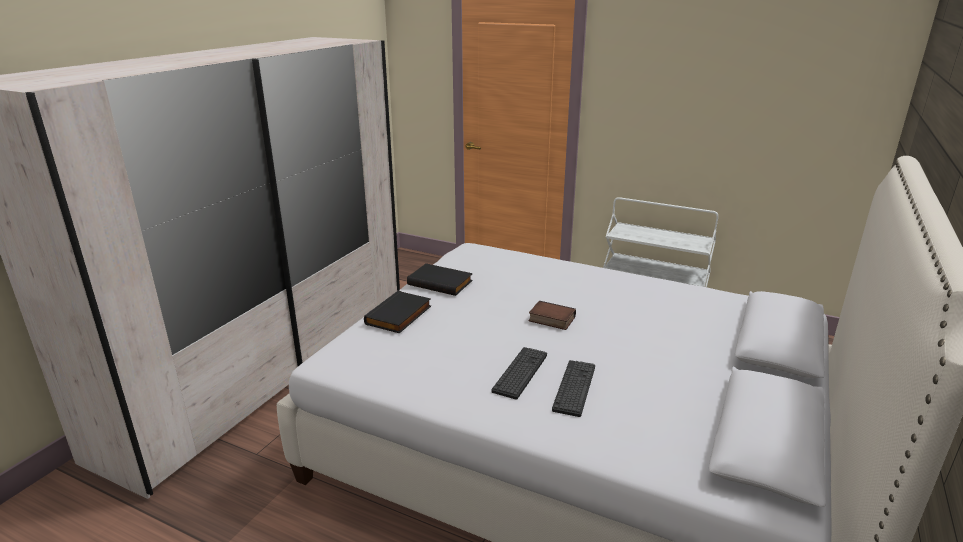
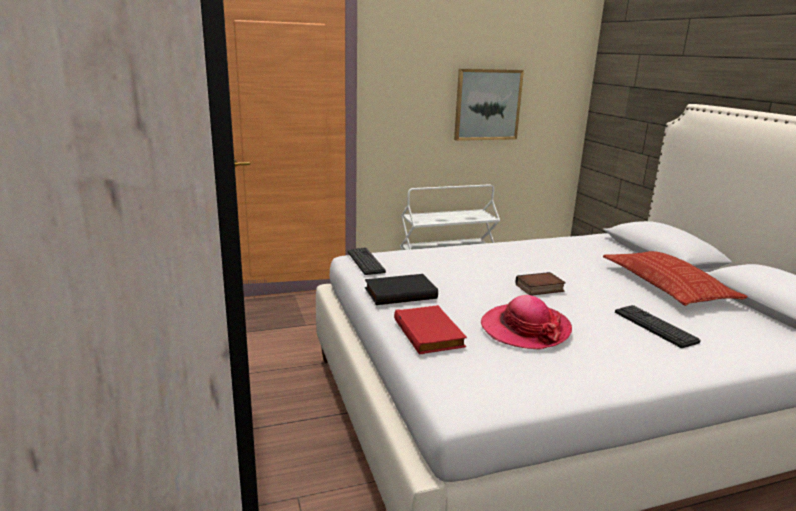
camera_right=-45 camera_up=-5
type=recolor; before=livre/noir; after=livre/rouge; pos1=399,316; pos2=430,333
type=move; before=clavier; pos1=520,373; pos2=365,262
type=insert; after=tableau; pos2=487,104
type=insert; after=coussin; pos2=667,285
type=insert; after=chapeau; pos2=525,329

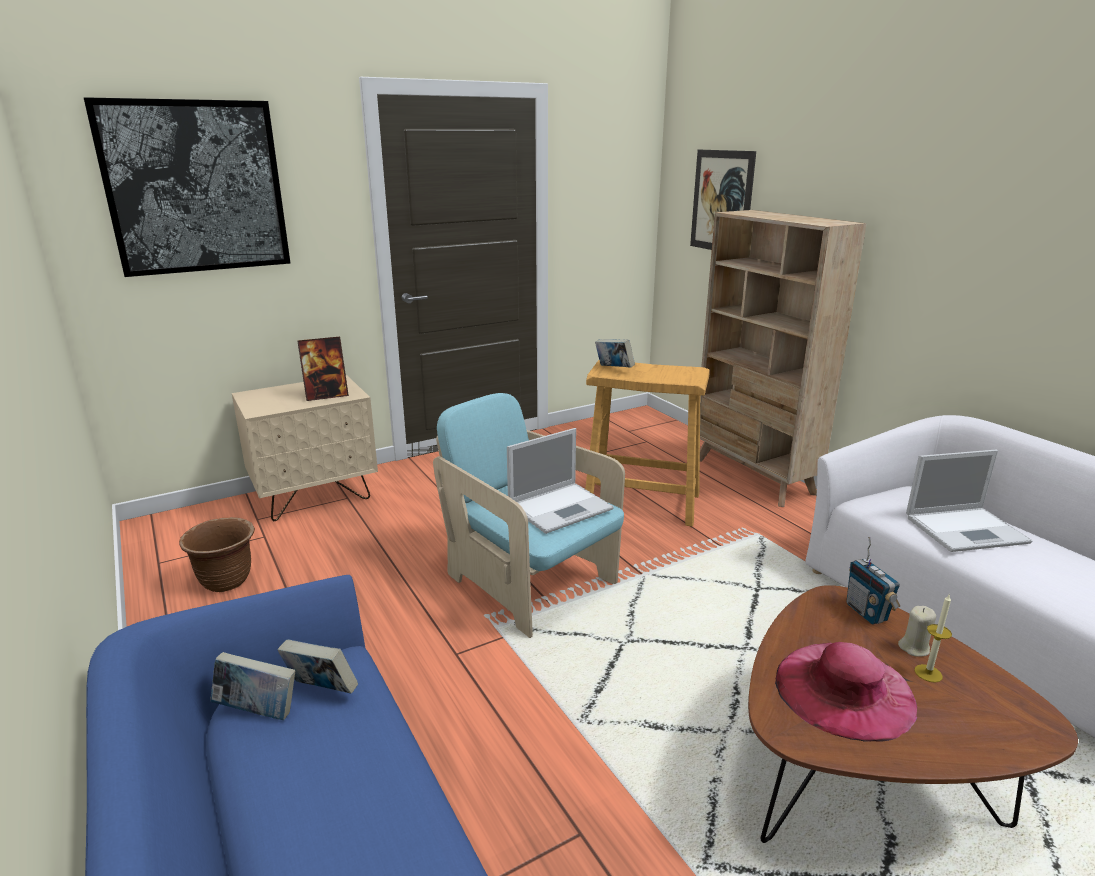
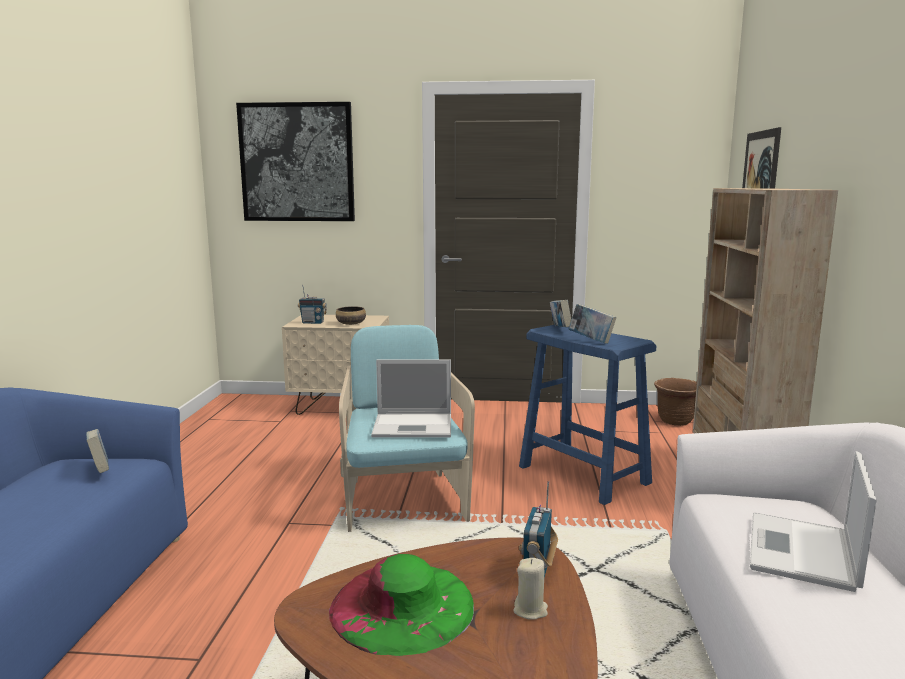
camera_right=35 camera_up=-10
type=replace; before=cadre photo; after=bol; pos1=326,396; pos2=351,323
type=recolor; before=tabouret/beige; after=tabouret/bleu; pos1=643,502; pos2=584,475
type=rotate; before=ordinateur portable; pos1=967,529; pos2=803,553; turn=90
type=move; before=cache-pot/marron; pos1=227,581; pos2=676,421
type=delete; before=bougie; pos1=928,673
type=recolor; before=chapeau/rose; after=chapeau/vert; pos1=844,689; pos2=402,606
type=move; before=livre; pos1=258,711; pos2=591,340
type=insert; after=radio; pos2=313,322

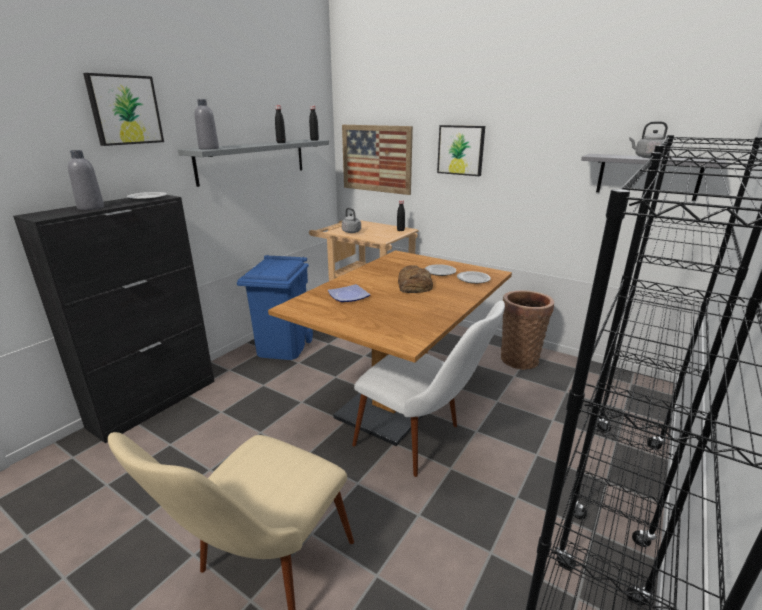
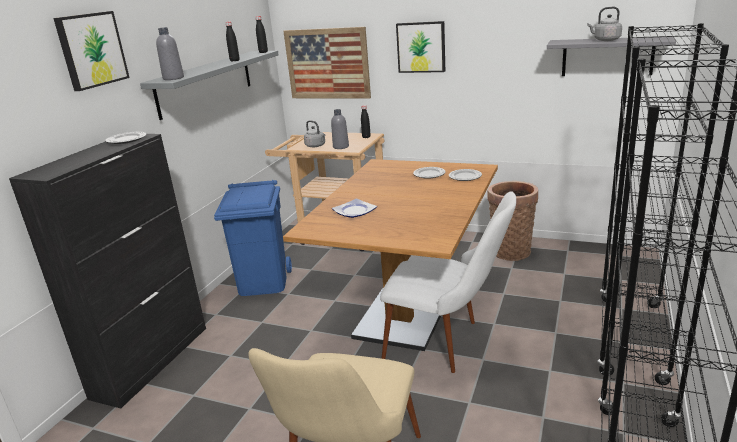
camera_right=-10 camera_up=0
type=move; before=bouteille/gris; pos1=91,208; pos2=341,147
type=delete; before=pain; pos1=414,285

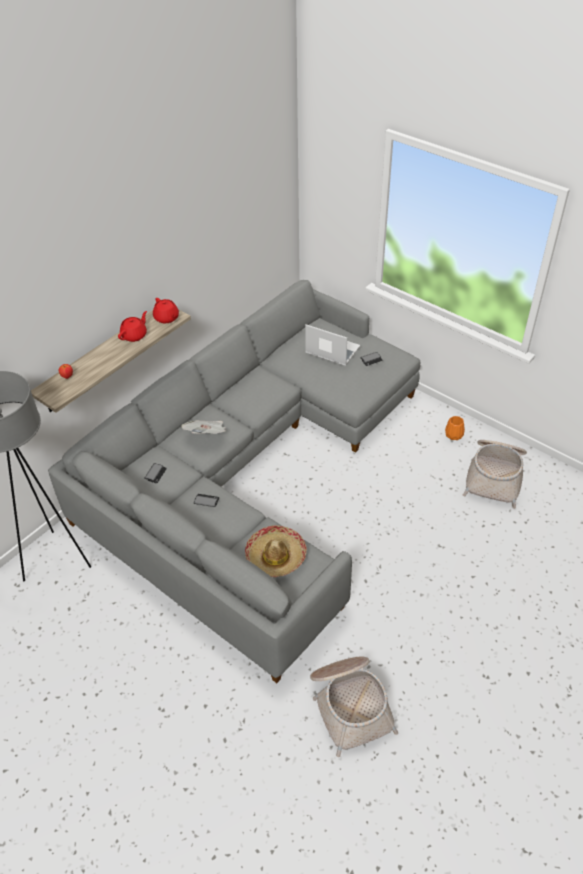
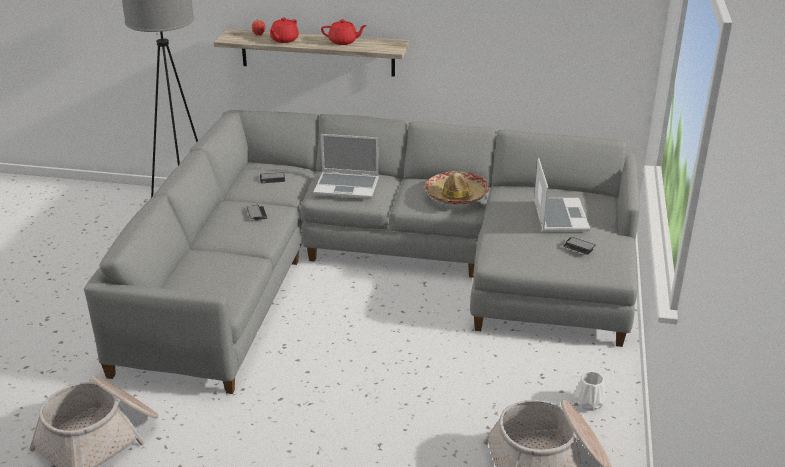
camera_right=60 camera_up=-15
type=move; before=théière/rouge; pos1=166,318; pos2=284,40
type=recolor; before=vase/orange; after=vase/blanc; pos1=454,435; pos2=589,403
type=replace; before=journal; after=ordinateur portable; pos1=206,435; pos2=347,186
type=move; before=chapeau; pos1=276,556; pos2=456,195

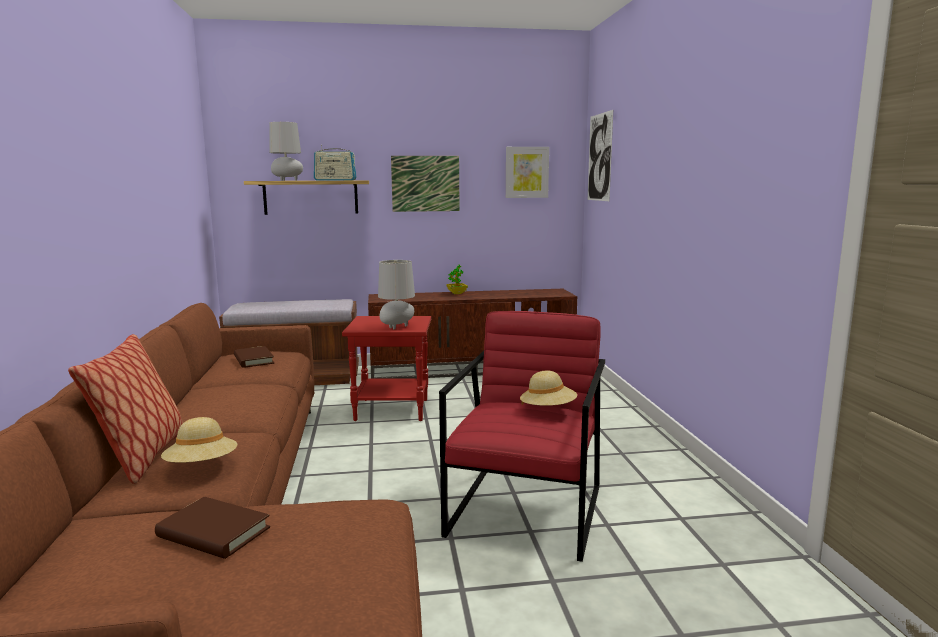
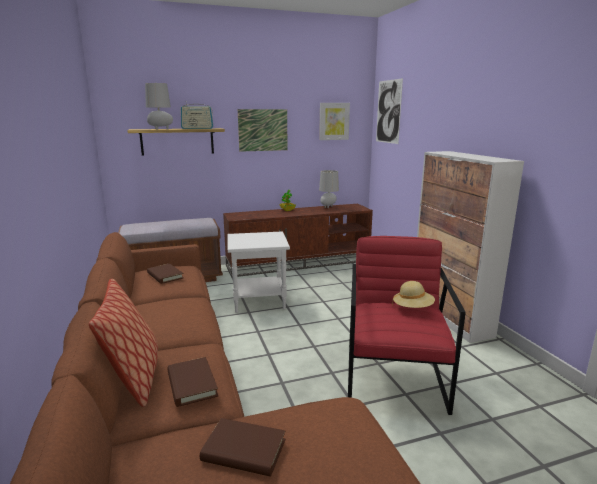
camera_right=-10 camera_up=5
type=move; before=lampe de table/gris; pos1=397,327; pos2=328,207
type=recolor; before=table d'appoint/rouge; after=table d'appoint/blanc; pos1=393,409; pos2=259,301
type=replace; before=chapeau/beige; after=livre/marron; pos1=202,466; pos2=192,384
type=insert; after=meuble de rangement; pos2=450,317

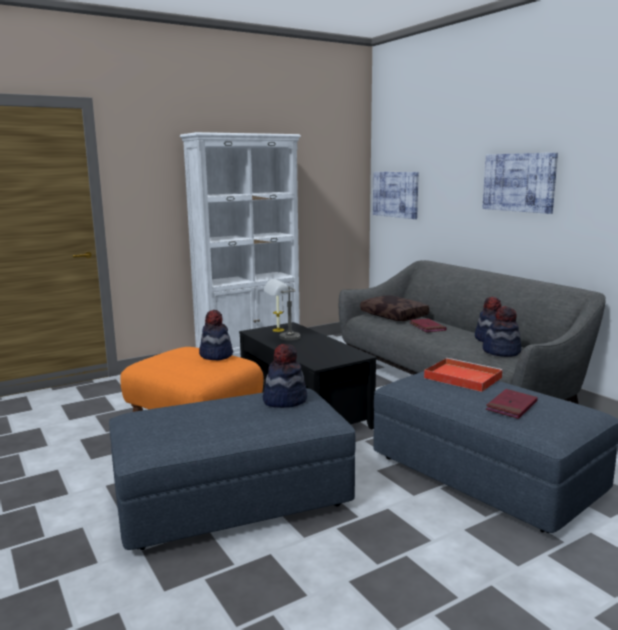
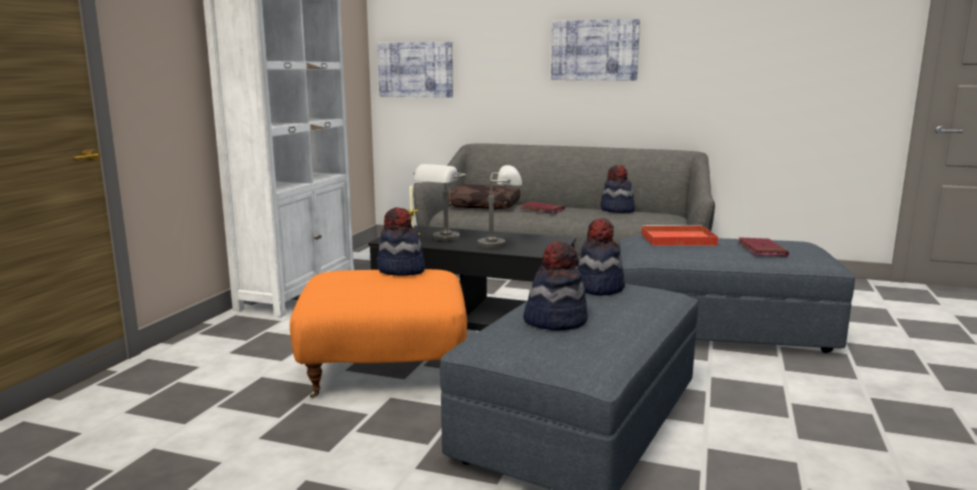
camera_right=-40 camera_up=0
type=move; before=chapeau; pos1=501,351; pos2=555,320
type=insert; after=lampe de table/gris; pos2=501,244

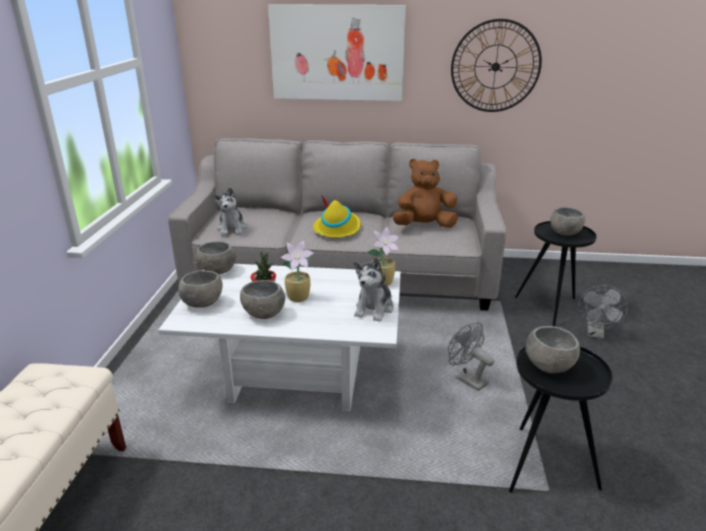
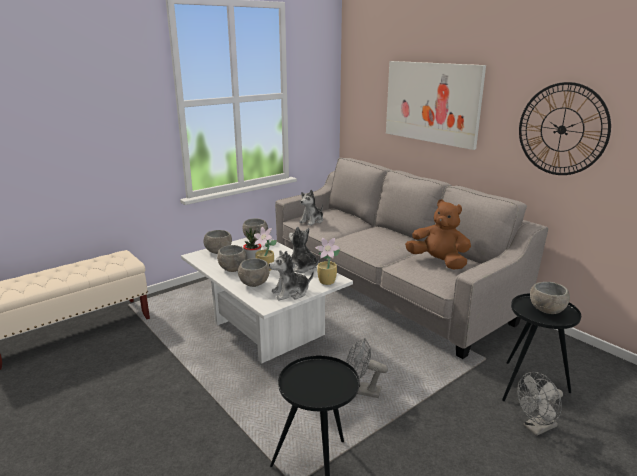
camera_right=45 camera_up=-5
type=delete; before=chapeau/jaune; pos1=337,228
type=rotate; before=ventilateur/gris; pos1=466,379; pos2=362,391; turn=-75
type=move; before=bol/gris; pos1=548,366; pos2=254,284
type=insert; after=peluche; pos2=302,267

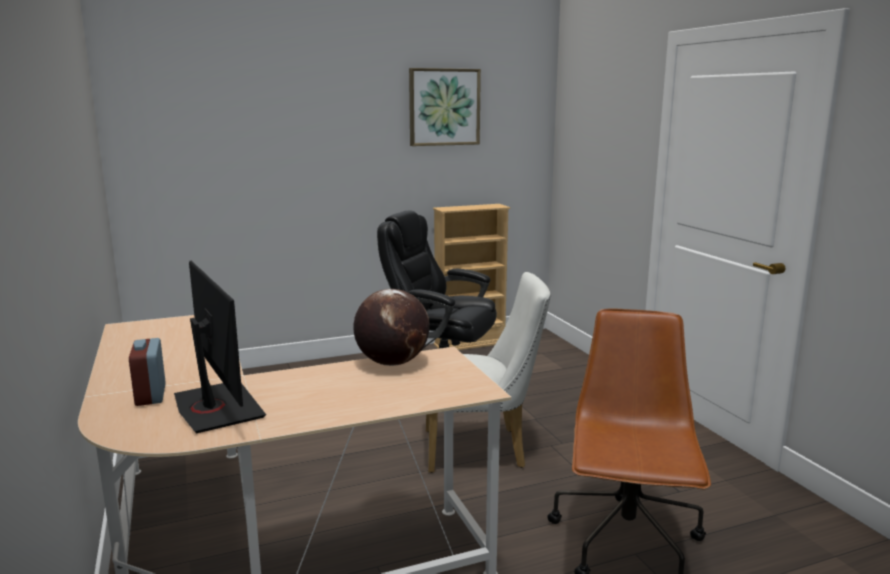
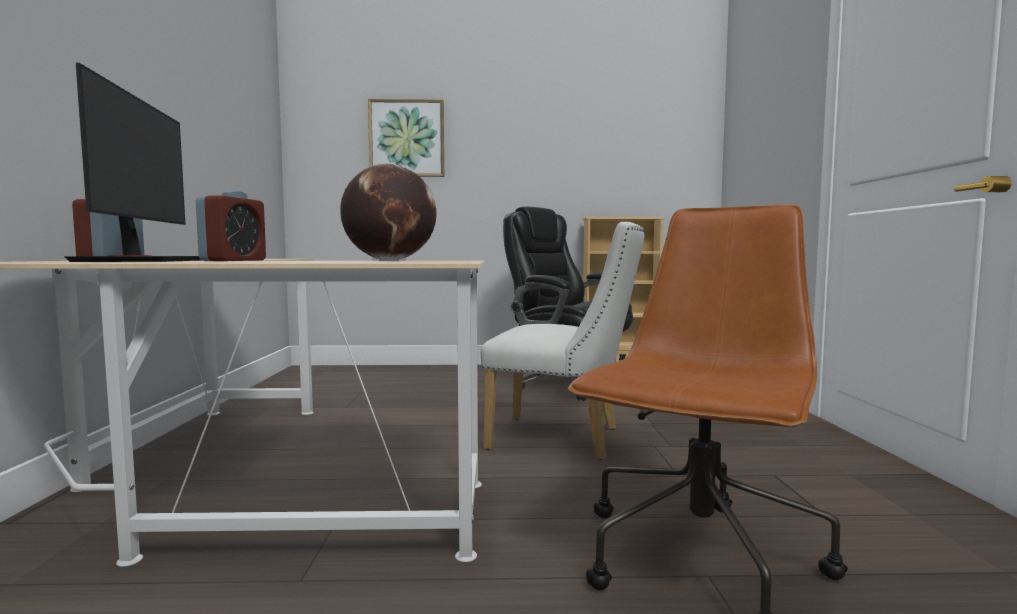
camera_right=20 camera_up=-10
type=move; before=tableau; pos1=444,107; pos2=407,139
type=insert; after=réveil; pos2=234,260

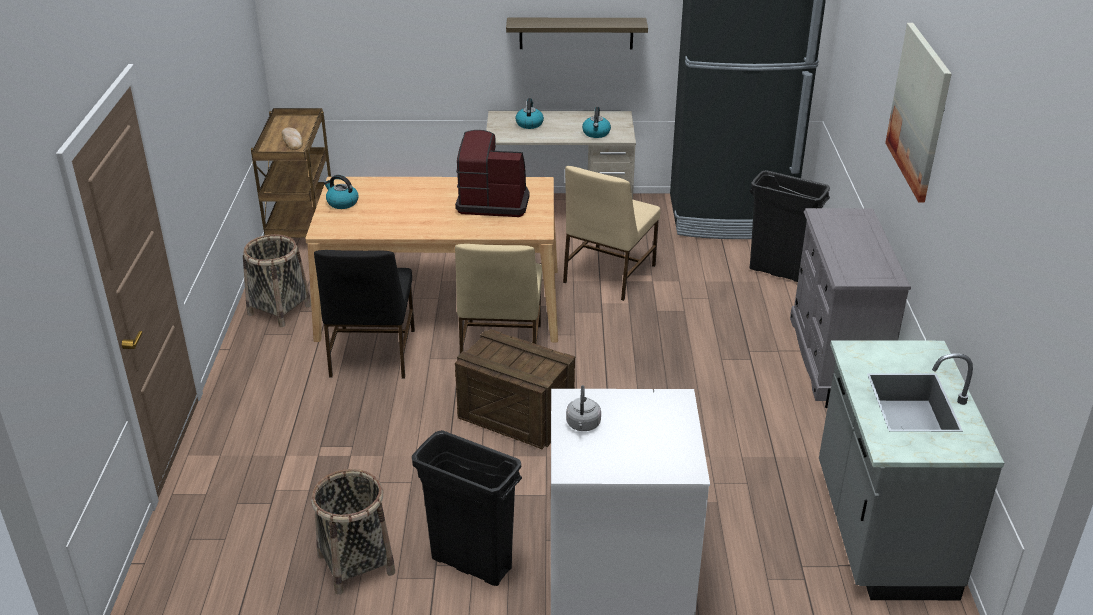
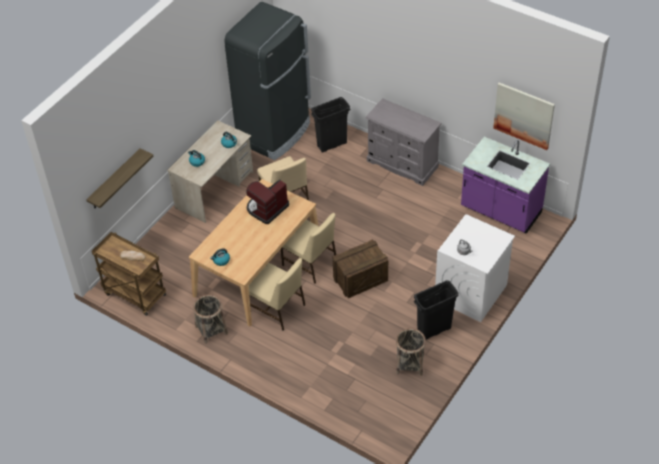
camera_right=-55 camera_up=15
type=move; before=étagère; pos1=576,33; pos2=115,180
type=move; before=tableau; pos1=919,111; pos2=524,115
type=recolor; before=chaise/noir; after=chaise/beige; pos1=371,354; pos2=277,309
type=recolor; before=comptoir de cuisine/gris; after=comptoir de cuisine/violet; pos1=880,532; pos2=500,211

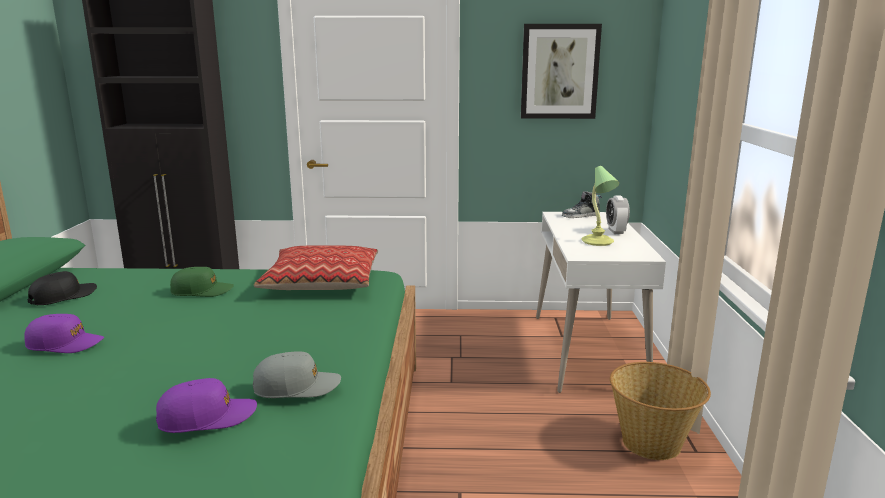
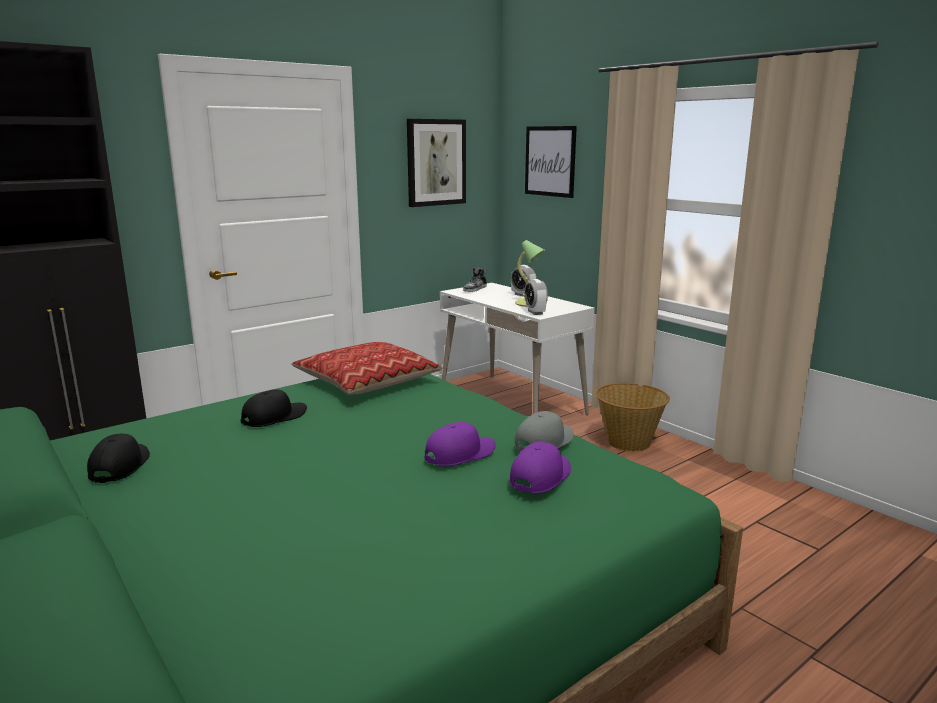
camera_right=-40 camera_up=0
type=recolor; before=casquette/vert; after=casquette/noir; pos1=202,291; pos2=274,417
type=move; before=casquette/violet; pos1=65,344; pos2=460,454
type=insert; after=tableau; pos2=550,161
type=insert; after=réveil; pos2=535,312

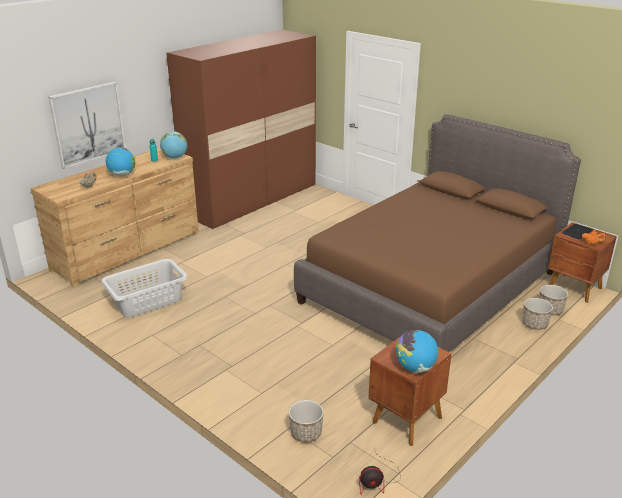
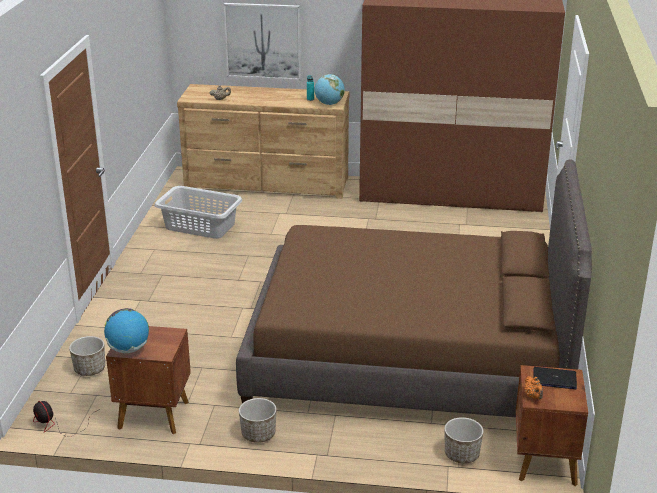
camera_right=55 camera_up=0
type=delete; before=globe; pos1=122,175
type=move; before=cache-pot; pos1=534,324; pos2=258,434

